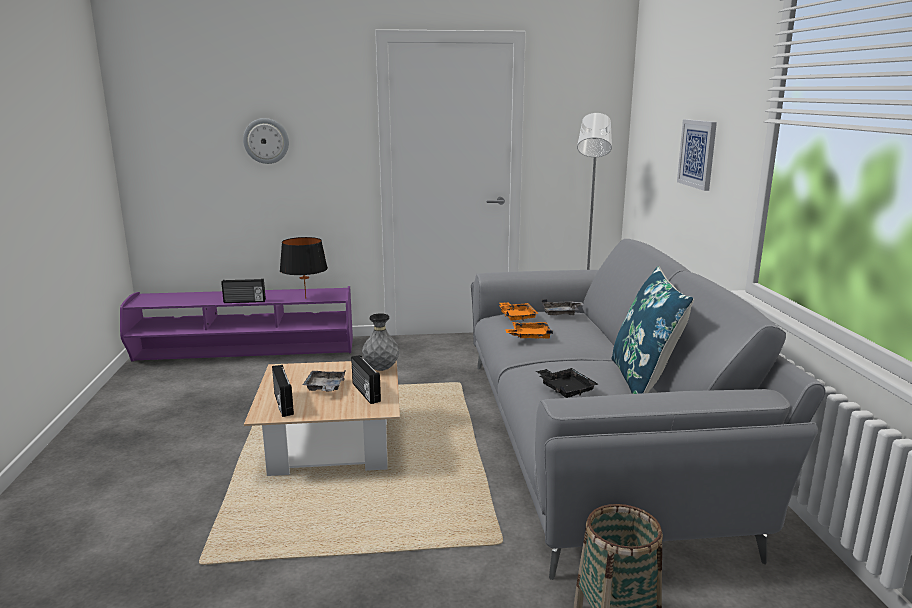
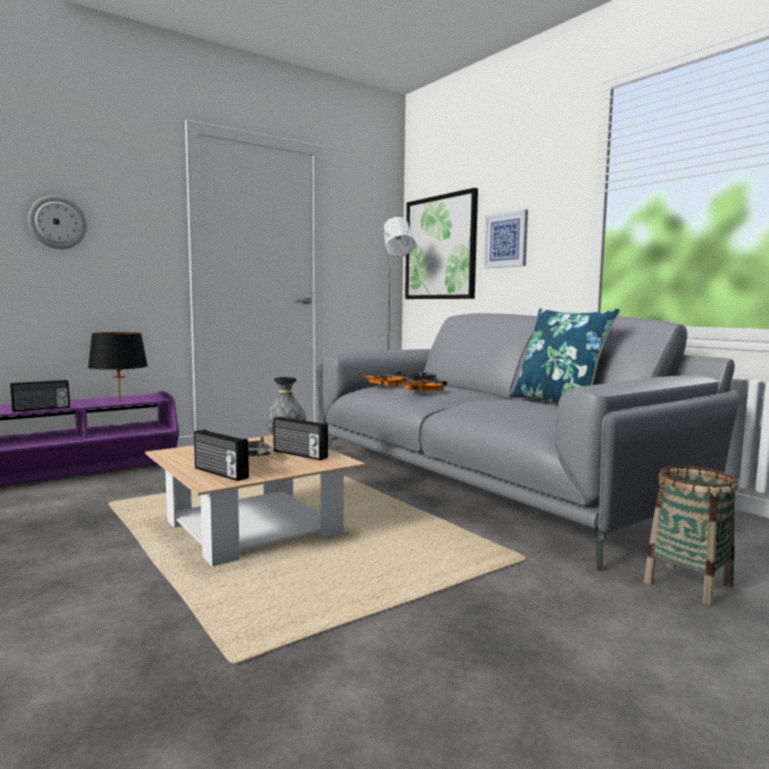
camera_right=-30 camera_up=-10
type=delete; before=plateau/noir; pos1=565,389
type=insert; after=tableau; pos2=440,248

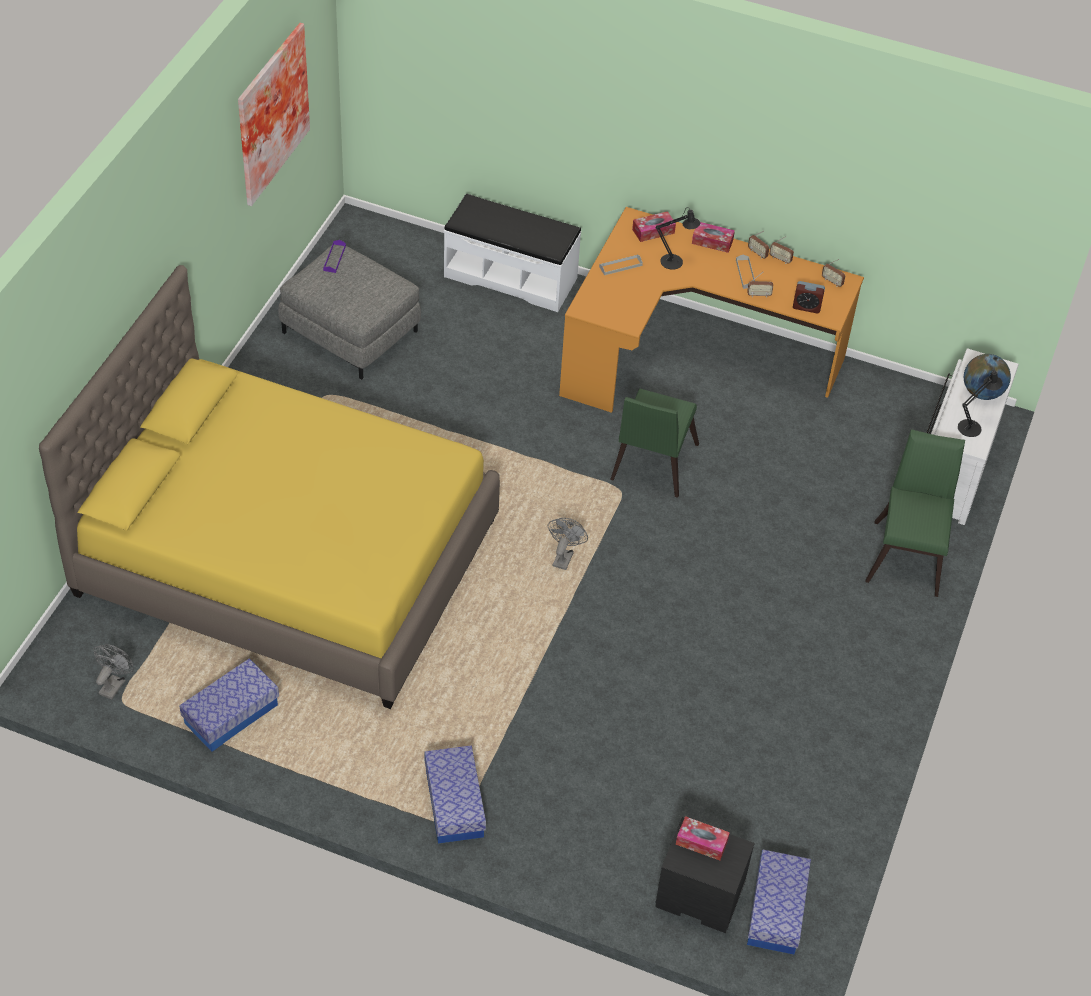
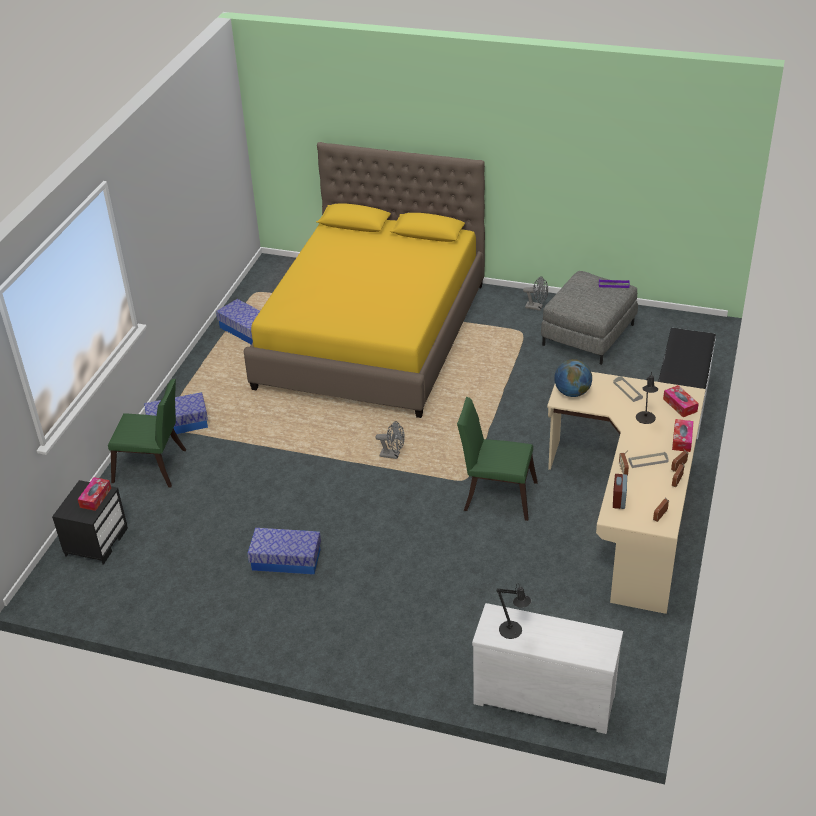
camera_right=90 camera_up=-10
type=delete; before=tableau; pos1=269,112
type=recolor; before=bureau/orange; after=bureau/beige; pos1=692,357; pos2=629,512
type=move; before=globe; pos1=982,392; pos2=572,393
type=move; before=chaise/vert; pos1=908,553; pos2=154,468
type=move; before=ventilateur/gris; pos1=114,684; pos2=536,307
type=move; before=boîte de rangement; pos1=776,911; pos2=286,560

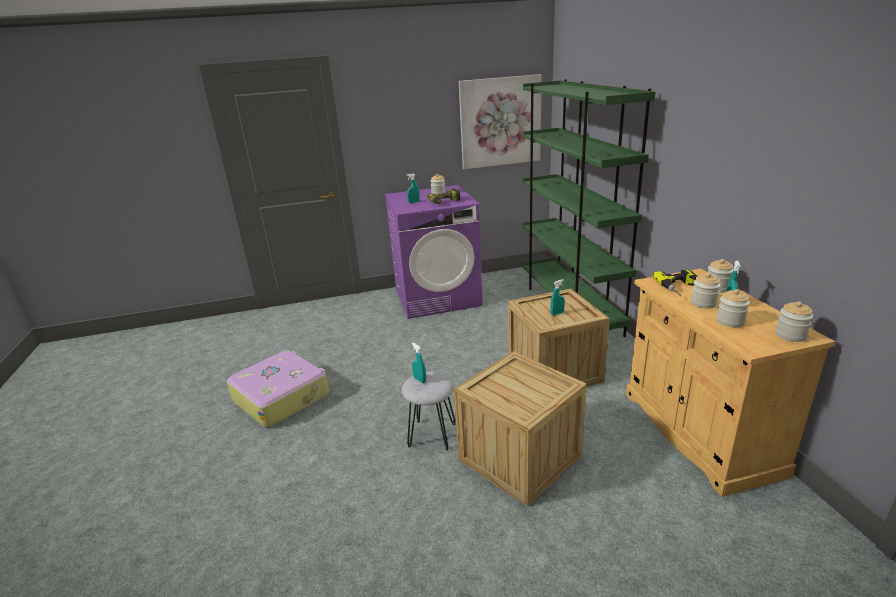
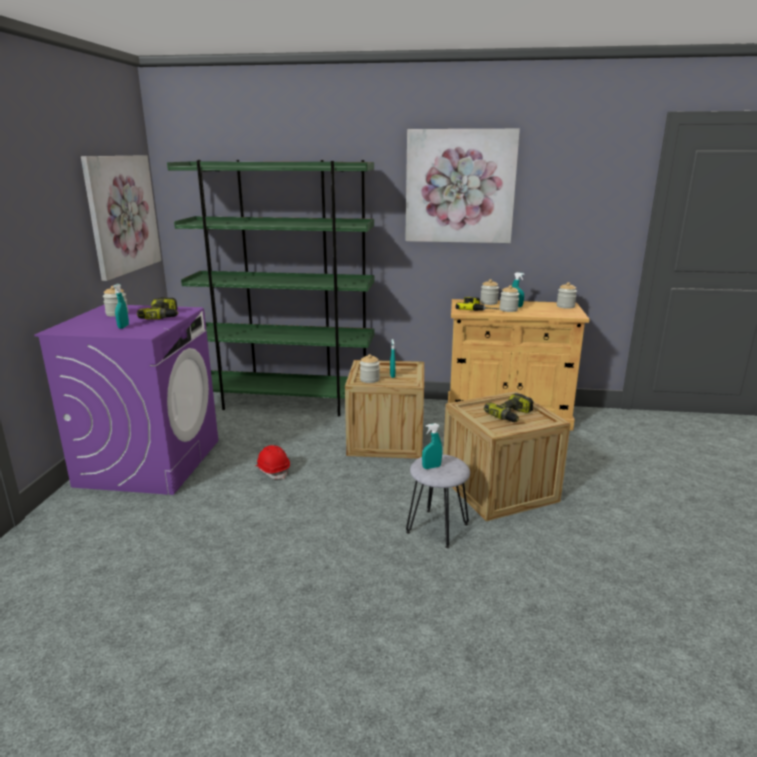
camera_right=-70 camera_up=-5
type=move; before=bocal; pos1=730,321; pos2=369,379
type=delete; before=valise; pos1=282,397
type=insert; after=tableau; pos2=460,187
type=insert; after=perceuse; pos2=512,416
type=insert; after=casque de chantier/rouge; pos2=273,470

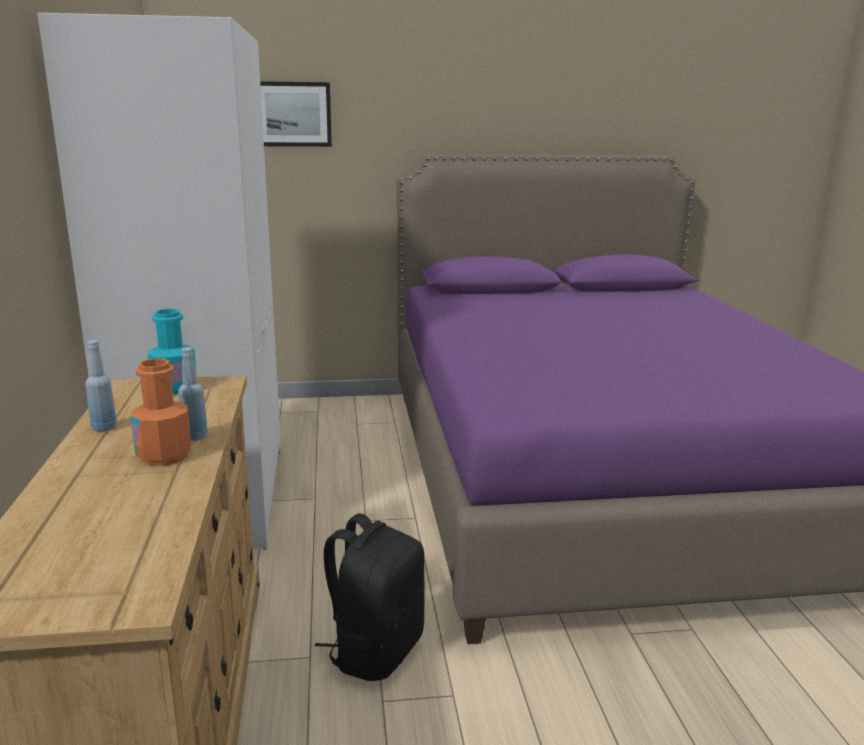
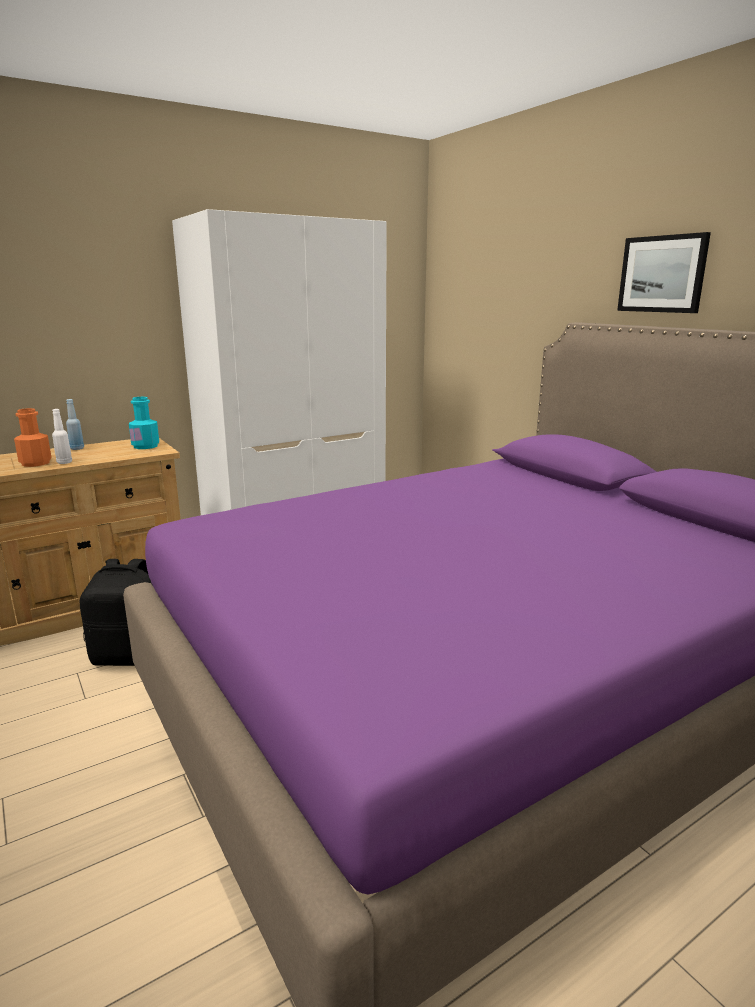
camera_right=65 camera_up=0
type=move; before=tableau; pos1=293,114; pos2=662,274
type=recolor; before=bouteille/bleu; after=bouteille/blanc; pos1=195,437; pos2=64,462

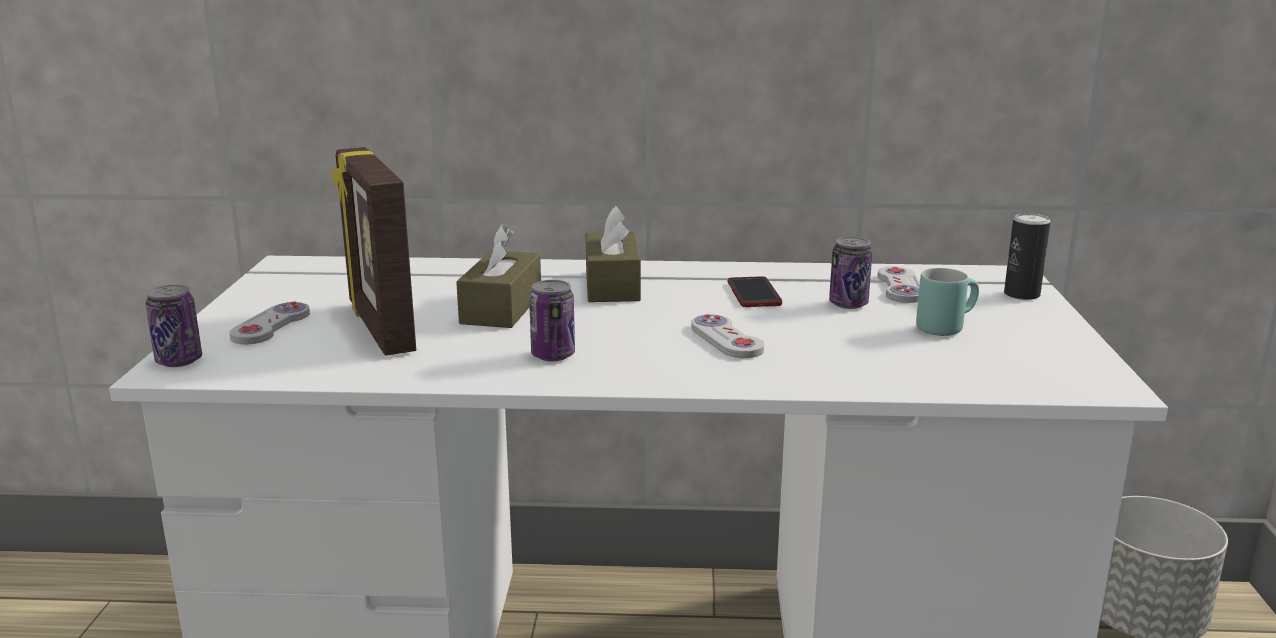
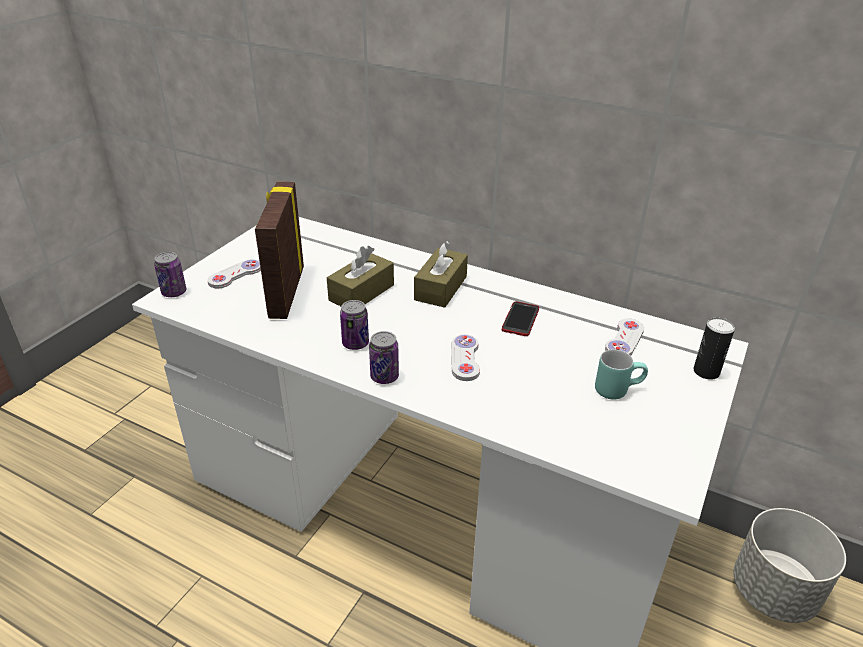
camera_right=25 camera_up=15
type=move; before=boîte métallique; pos1=848,304; pos2=384,377

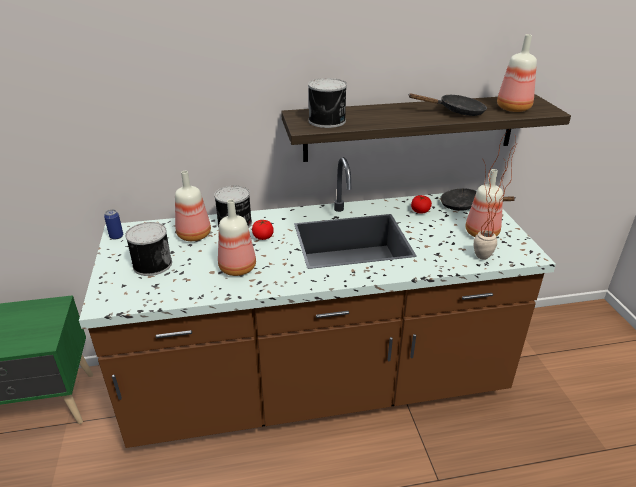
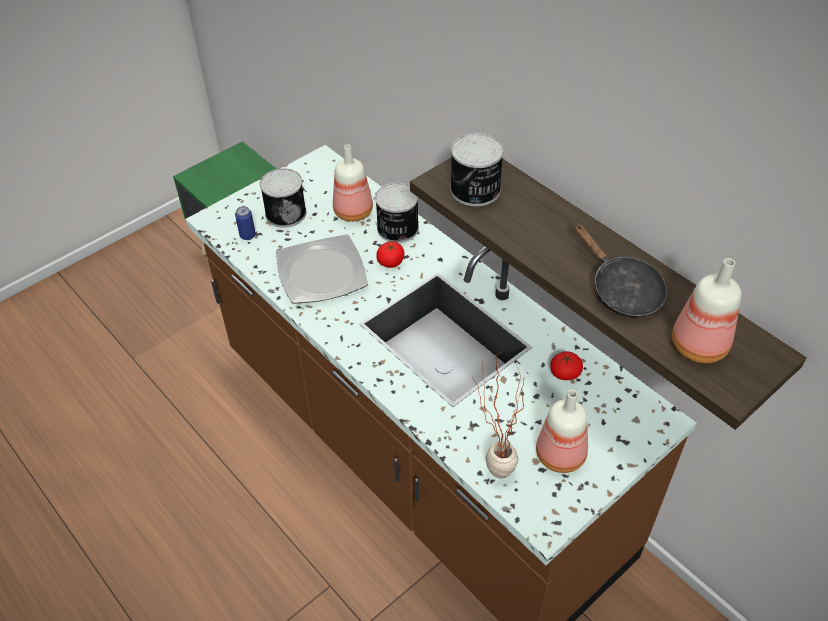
camera_right=60 camera_up=15
type=delete; before=poêle/noir; pos1=465,205
type=replace; before=bouteille; after=assiette; pos1=239,268; pos2=322,273
type=move; before=boîte métallique; pos1=116,236; pos2=247,235

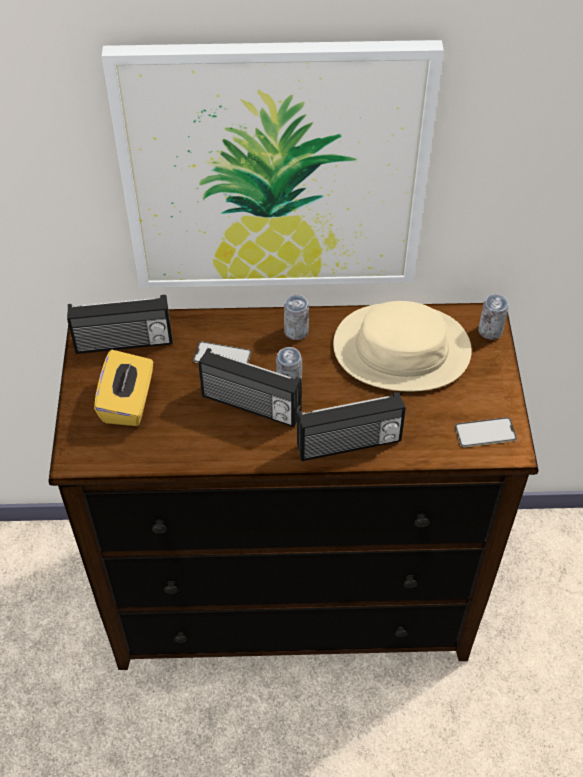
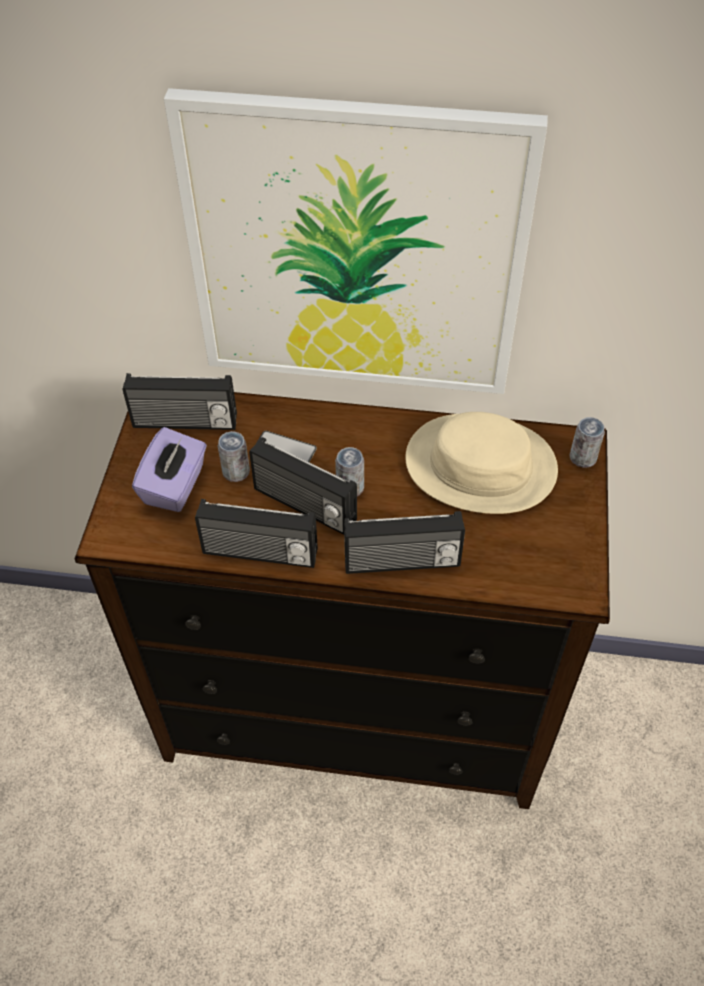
camera_right=10 camera_up=0
type=move; before=boîte métallique; pos1=296,331; pos2=236,472
type=recolor; before=boîte à mouchoirs/jaune; after=boîte à mouchoirs/violet; pos1=128,403; pos2=175,486
type=delete; before=téléphone; pos1=485,432
type=insert; after=radio; pos2=259,553

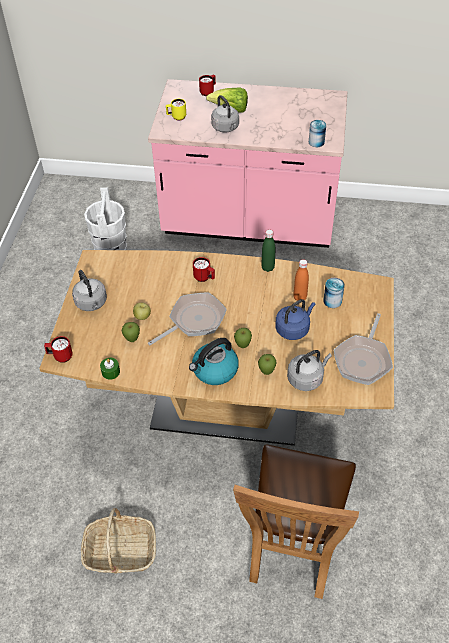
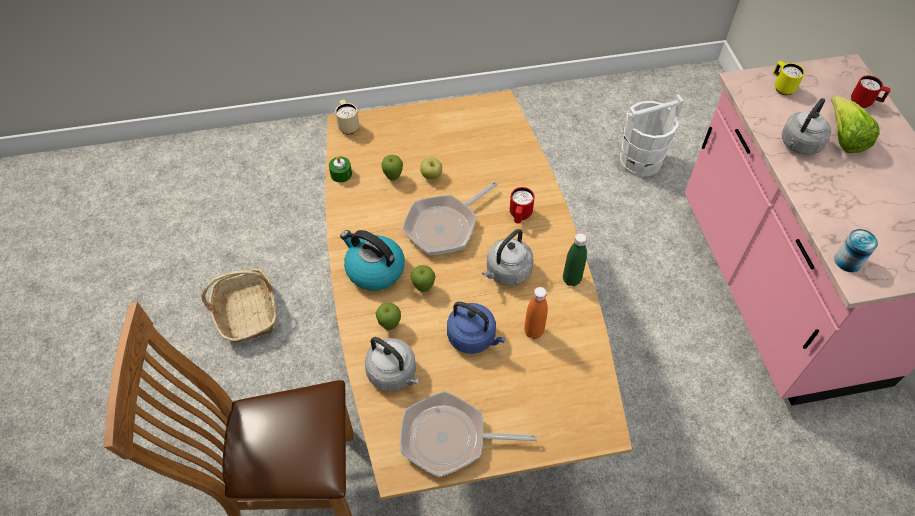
camera_right=70 camera_up=5
type=move; before=bouilloire/gris; pos1=92,303; pos2=506,272
type=delete; before=boîte métallique; pos1=332,301
type=rotate; before=poêle; pos1=194,320; pos2=445,226; turn=105
type=recolor; before=mug/rouge; after=mug/beige; pos1=60,357; pos2=348,126

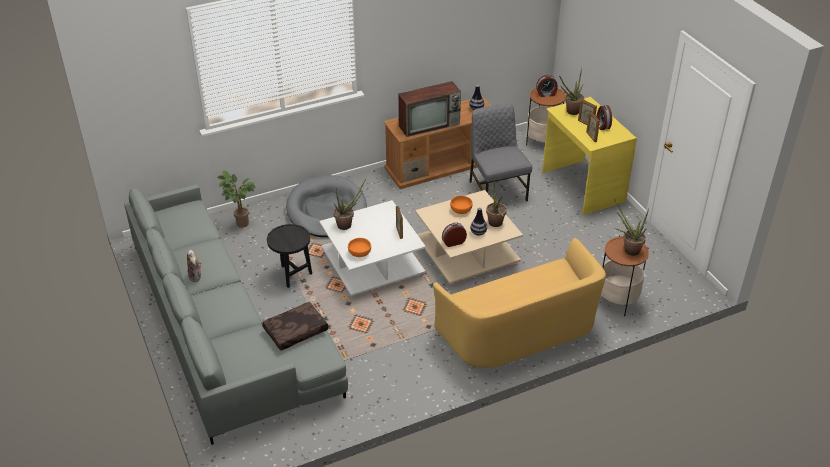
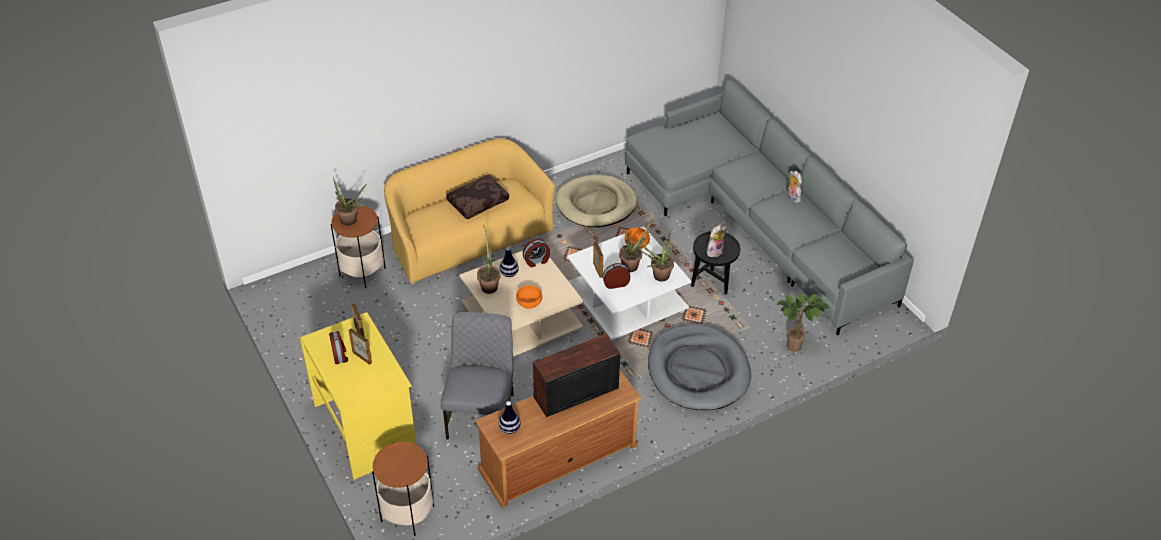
camera_right=175 camera_up=5
type=move; before=plante en pot; pos1=570,112; pos2=633,265
type=move; before=réveil; pos1=546,94; pos2=615,283
type=rotate; before=chaise/gris; pos1=497,190; pos2=482,415; turn=-150
type=move; before=coussin/marron; pos1=296,332; pos2=478,201
type=insert; after=panier pour chien/beige; pos2=596,204
type=insert; after=peluche; pos2=714,251

